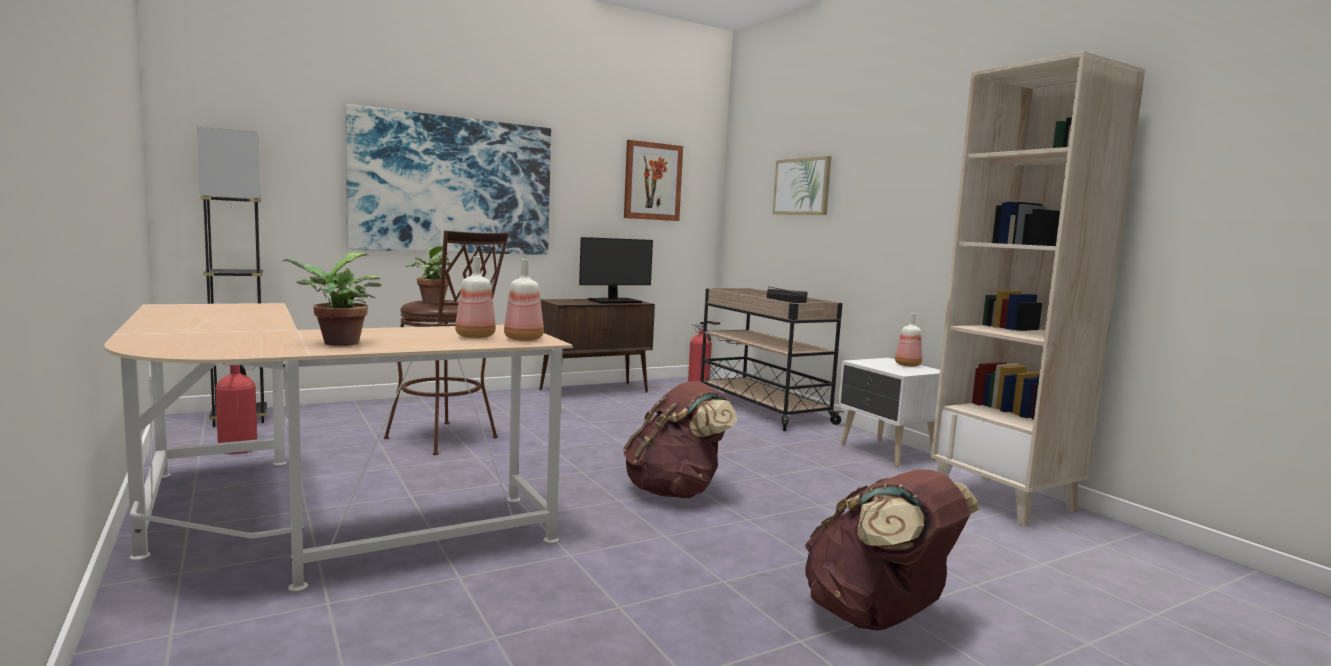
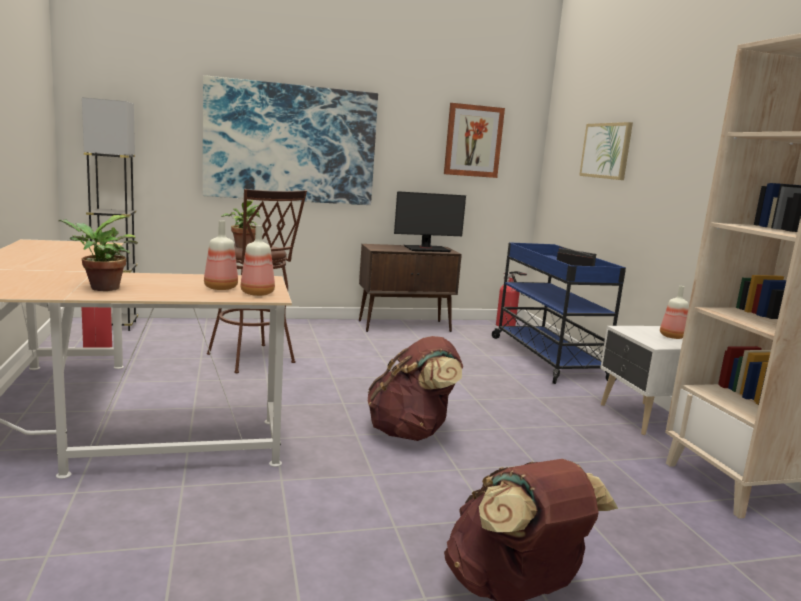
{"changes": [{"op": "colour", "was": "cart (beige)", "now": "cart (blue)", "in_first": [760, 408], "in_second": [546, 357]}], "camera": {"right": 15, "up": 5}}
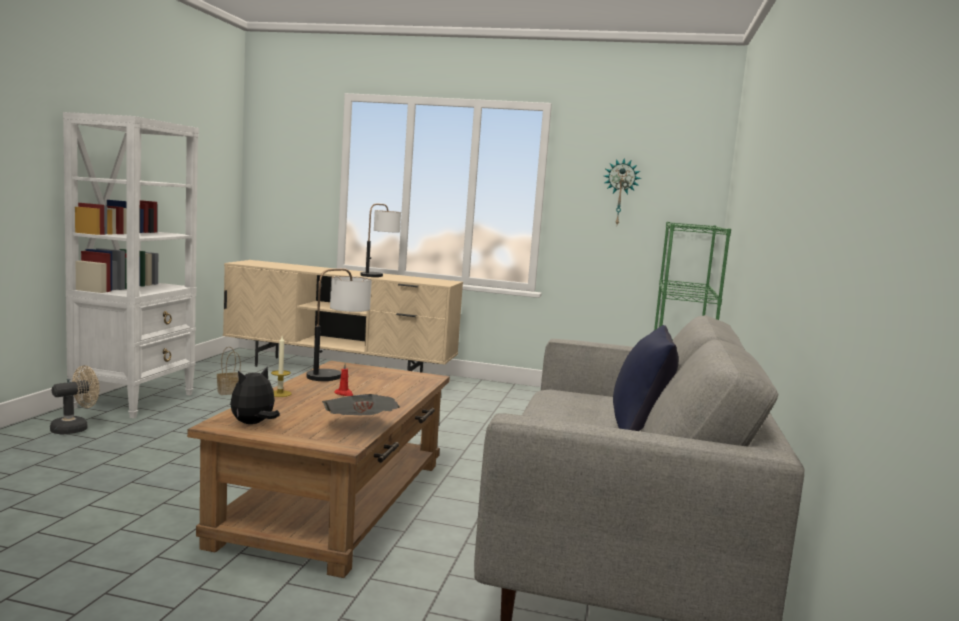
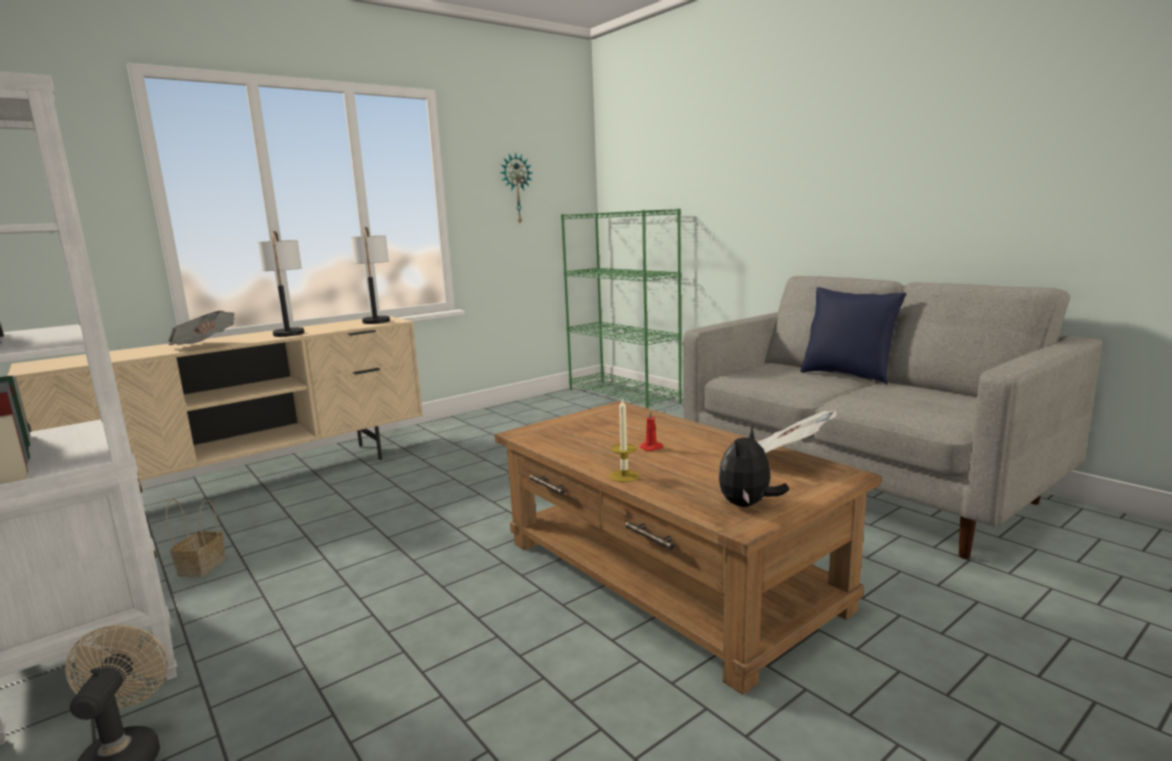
{"changes": [{"op": "relocated", "was": "table lamp", "in_first": [337, 374], "in_second": [377, 319]}, {"op": "spun", "was": "plush toy", "in_first": [253, 424], "in_second": [747, 505], "clockwise": 45}, {"op": "appeared", "now": "newspaper", "in_second": [204, 346]}], "camera": {"right": -50, "up": 5}}
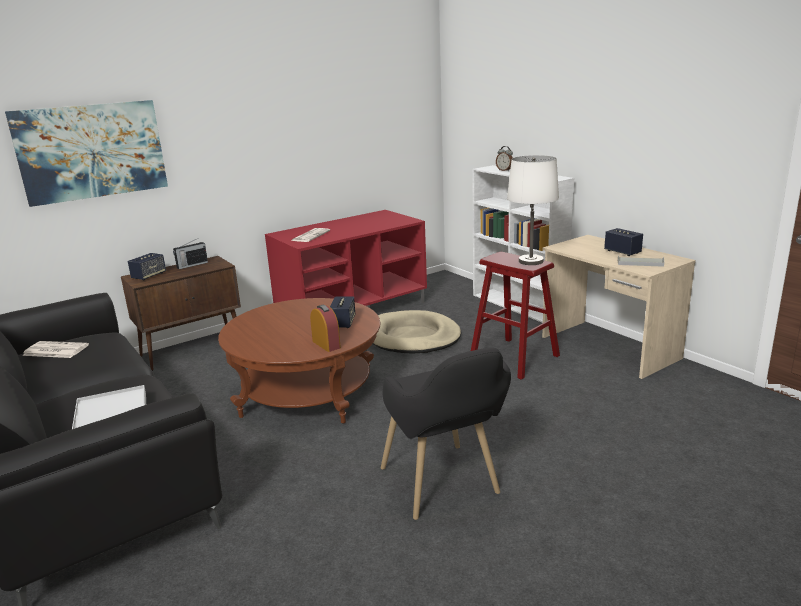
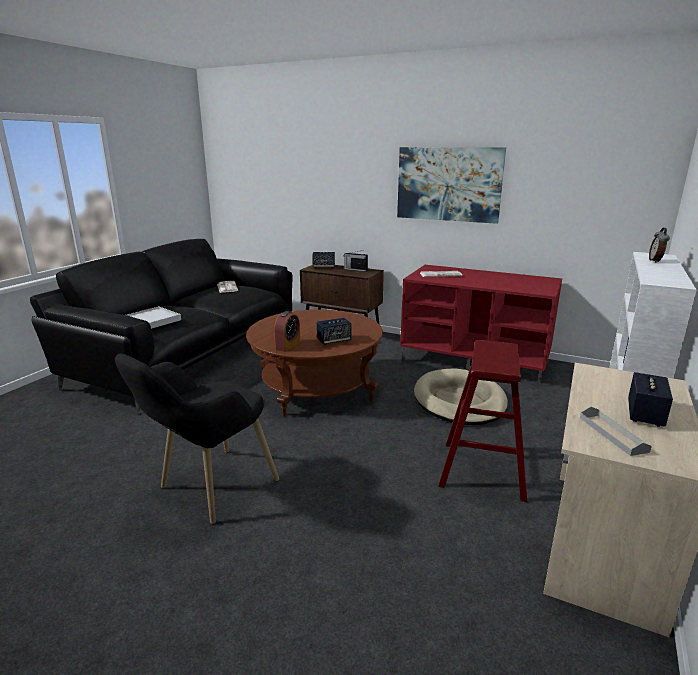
{"changes": [{"op": "relocated", "was": "picture", "in_first": [91, 151], "in_second": [448, 184]}, {"op": "missing", "was": "table lamp (white)", "in_first": [531, 261]}], "camera": {"right": 60, "up": 0}}
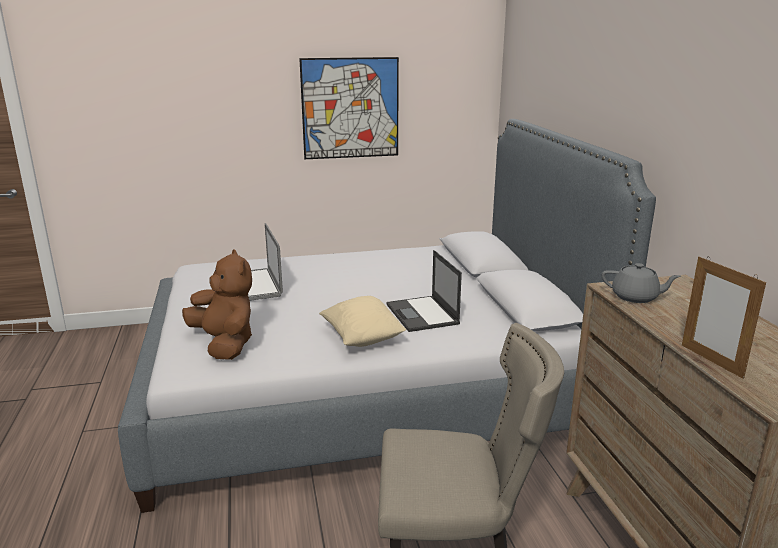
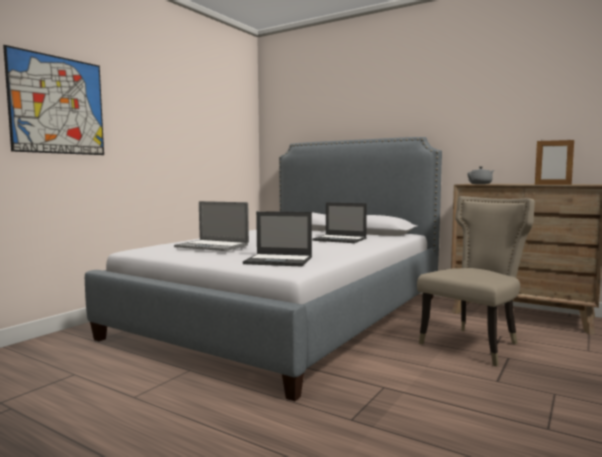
{"changes": [{"op": "relocated", "was": "picture", "in_first": [350, 108], "in_second": [58, 105]}, {"op": "exchanged", "was": "plush toy (brown)", "now": "laptop", "in_first": [225, 344], "in_second": [279, 260]}, {"op": "missing", "was": "pillow (beige)", "in_first": [362, 338]}], "camera": {"right": -45, "up": -15}}
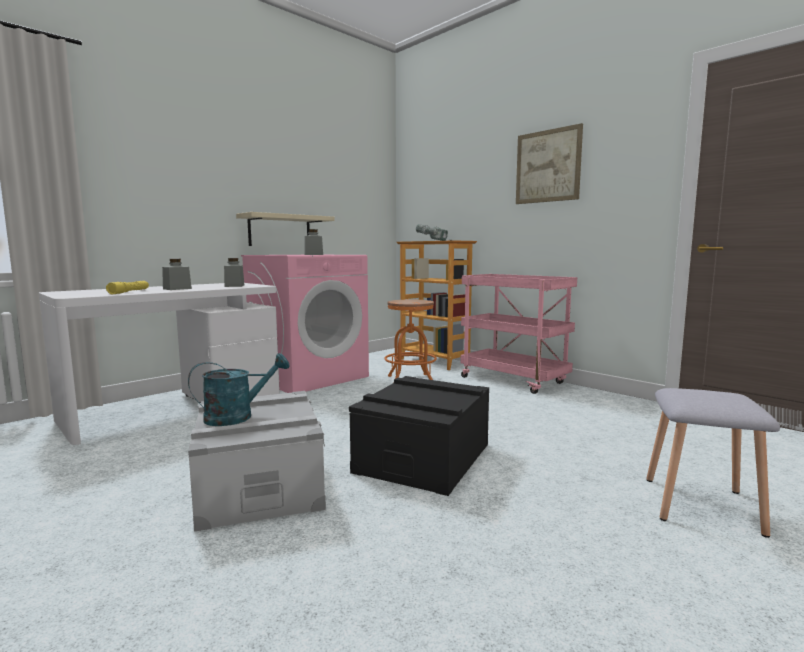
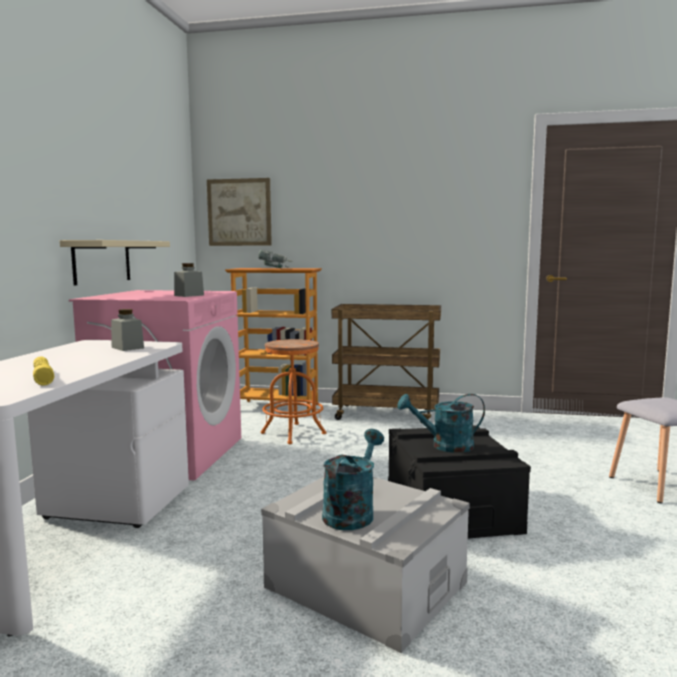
{"changes": [{"op": "relocated", "was": "picture", "in_first": [548, 166], "in_second": [239, 212]}, {"op": "missing", "was": "jar (grey)", "in_first": [177, 289]}, {"op": "colour", "was": "cart (pink)", "now": "cart (brown)", "in_first": [514, 381], "in_second": [387, 414]}, {"op": "appeared", "now": "watering can (turquoise)", "in_second": [445, 446]}], "camera": {"right": -35, "up": 0}}
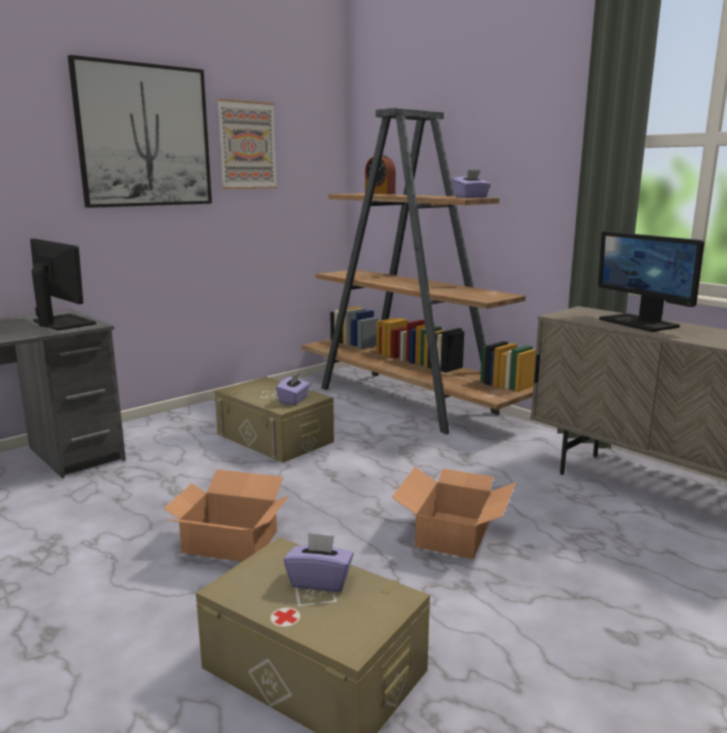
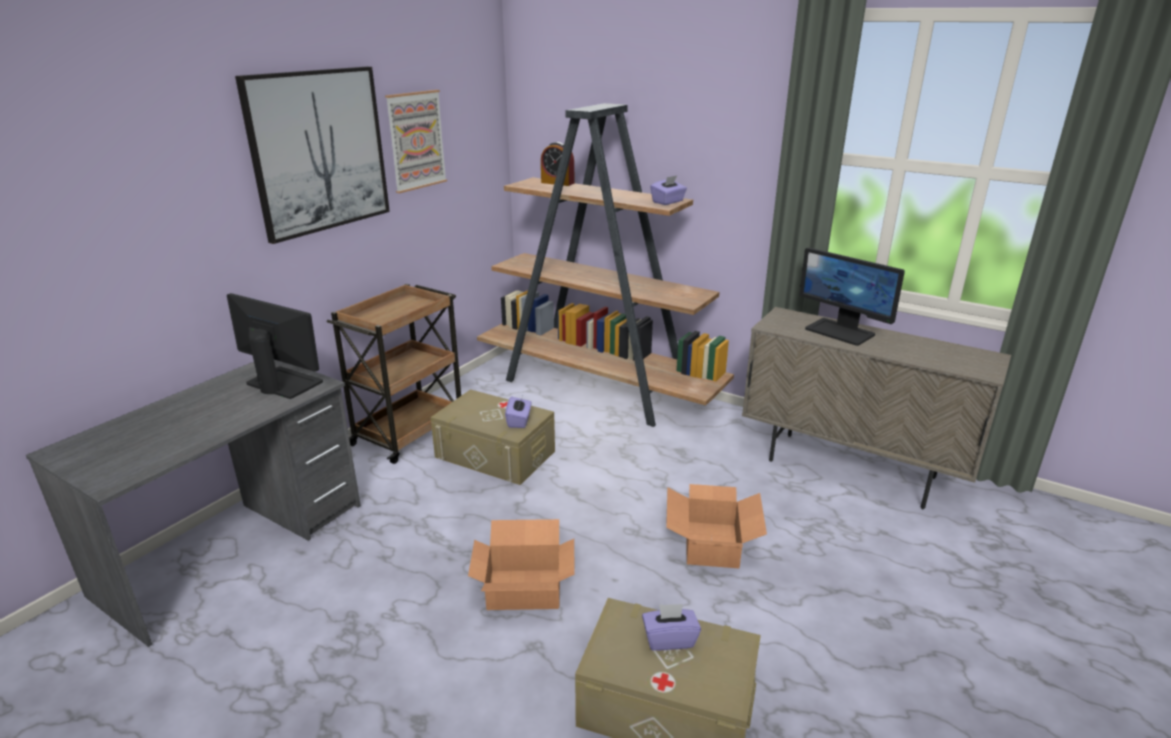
{"changes": [{"op": "appeared", "now": "cart (brown)", "in_second": [409, 431]}], "camera": {"right": -15, "up": 10}}
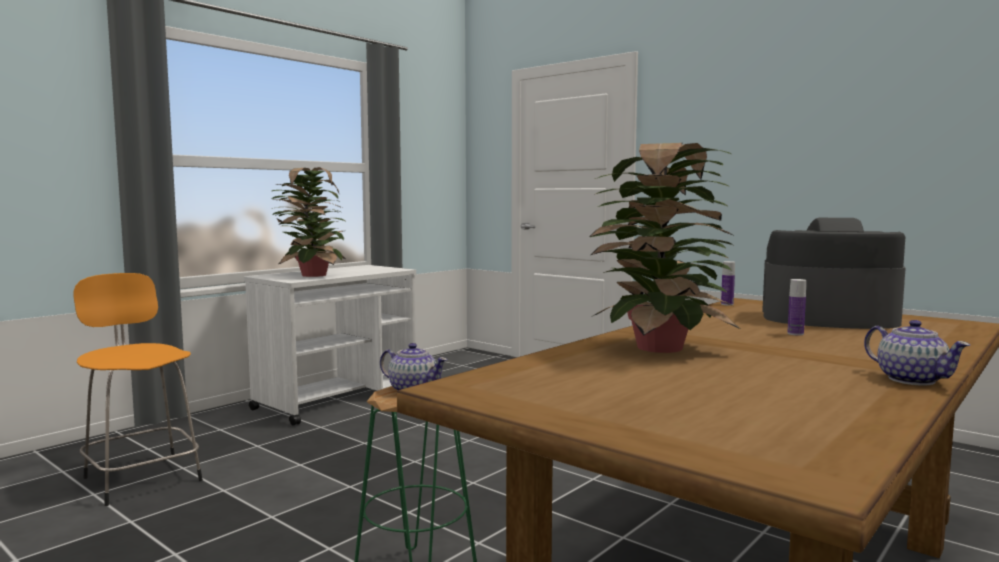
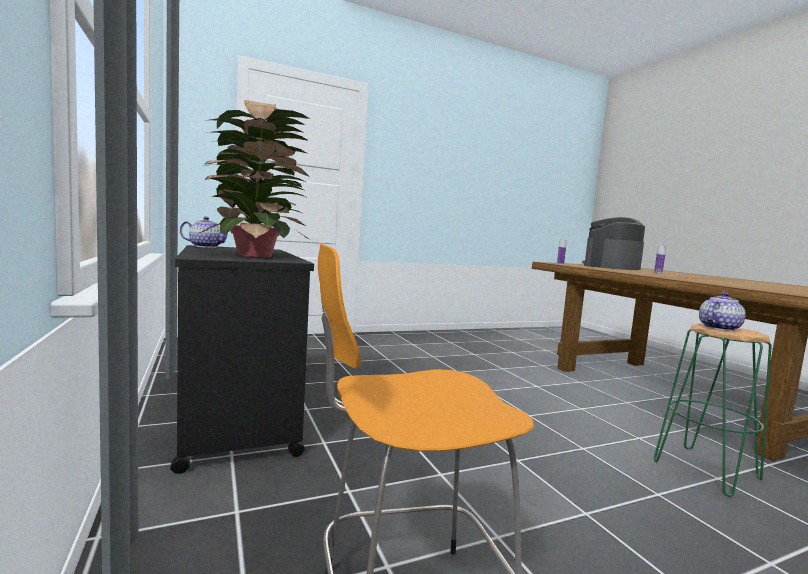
{"changes": [{"op": "missing", "was": "potted plant", "in_first": [658, 349]}, {"op": "colour", "was": "cart (white)", "now": "cart (black)", "in_first": [338, 400], "in_second": [235, 417]}, {"op": "relocated", "was": "teapot", "in_first": [911, 379], "in_second": [205, 246]}], "camera": {"right": -65, "up": 0}}
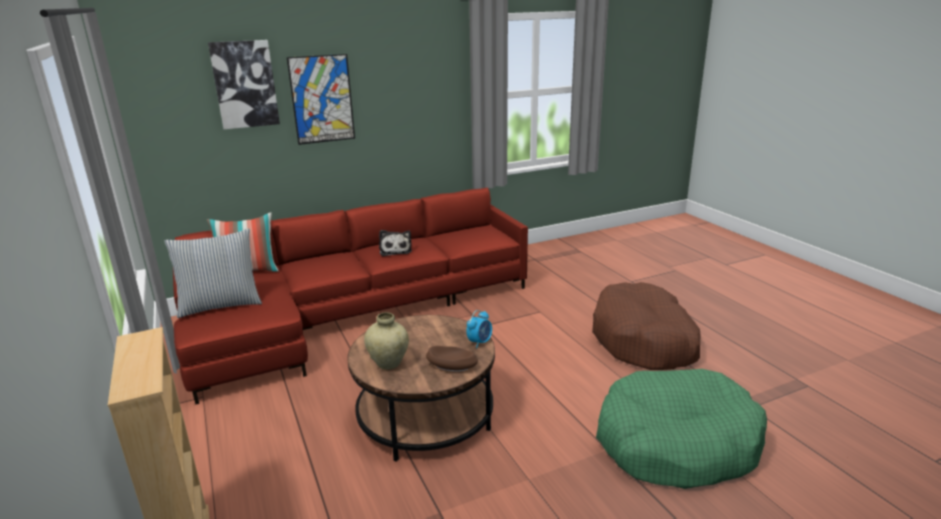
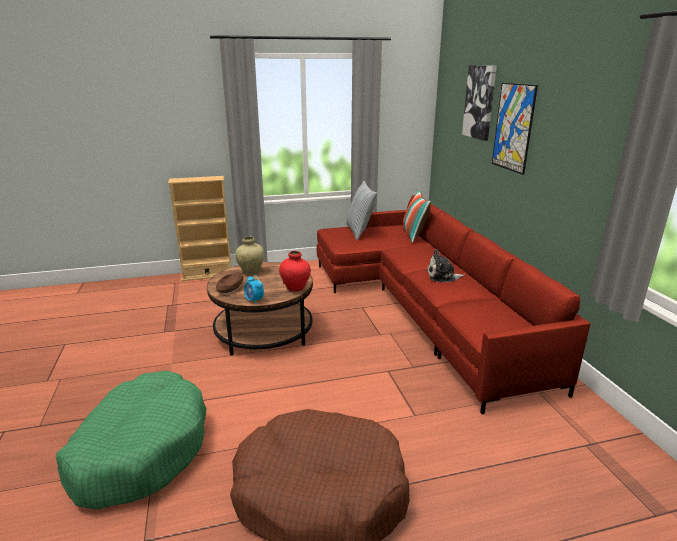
{"changes": [{"op": "appeared", "now": "vase (red)", "in_second": [295, 288]}], "camera": {"right": 100, "up": 0}}
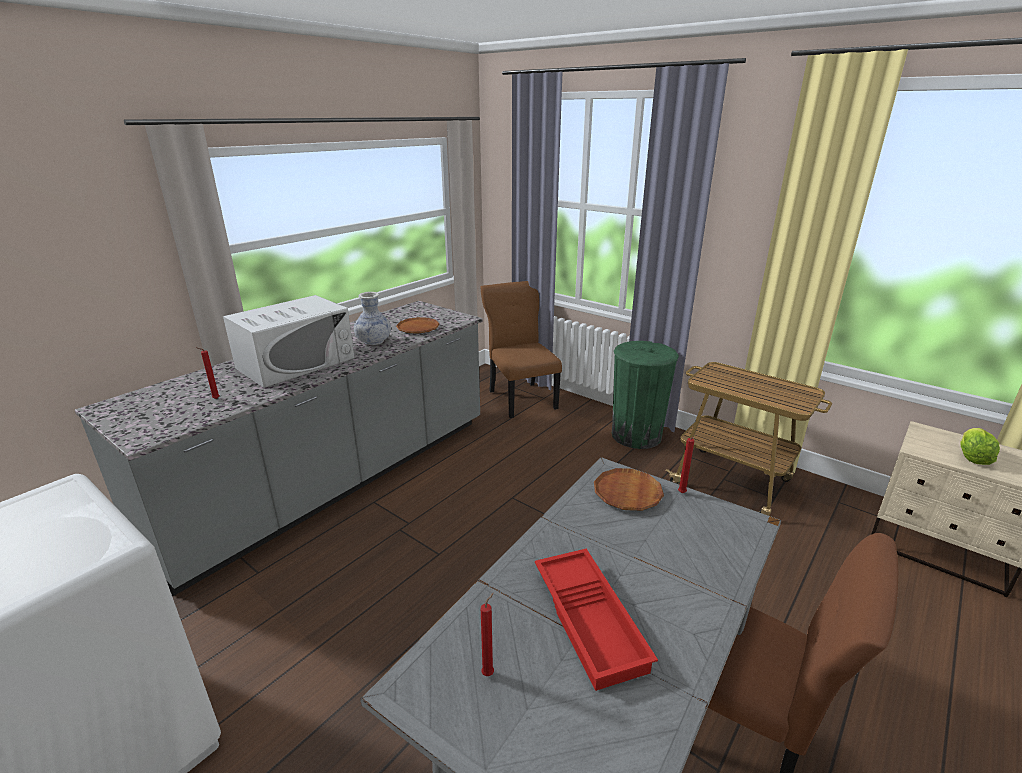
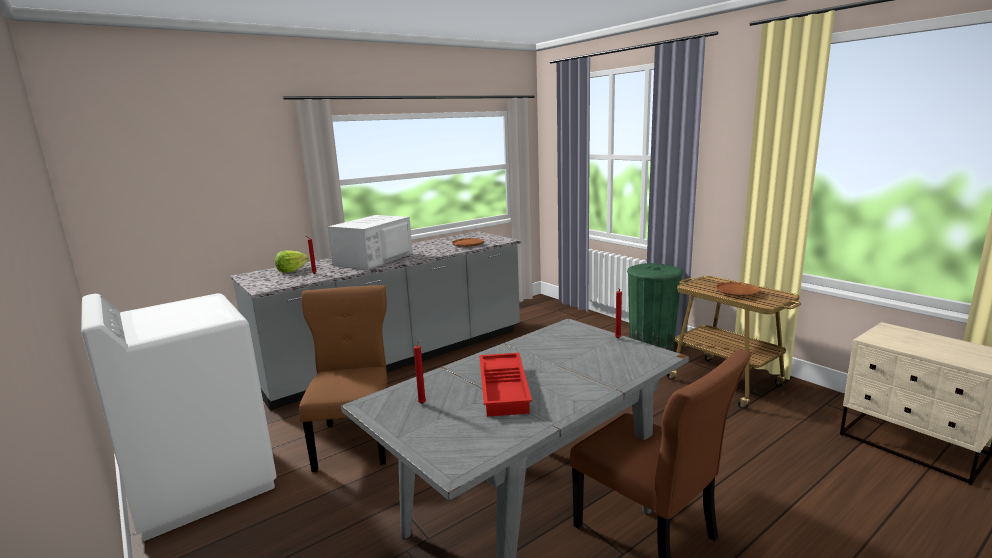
{"changes": [{"op": "relocated", "was": "chair (brown)", "in_first": [521, 398], "in_second": [356, 440]}, {"op": "missing", "was": "vase", "in_first": [374, 341]}, {"op": "spun", "was": "microwave (white)", "in_first": [296, 363], "in_second": [373, 259], "clockwise": 150}, {"op": "relocated", "was": "lettuce", "in_first": [972, 457], "in_second": [291, 270]}, {"op": "relocated", "was": "plate (brown)", "in_first": [627, 493], "in_second": [737, 292]}], "camera": {"right": 15, "up": -10}}
